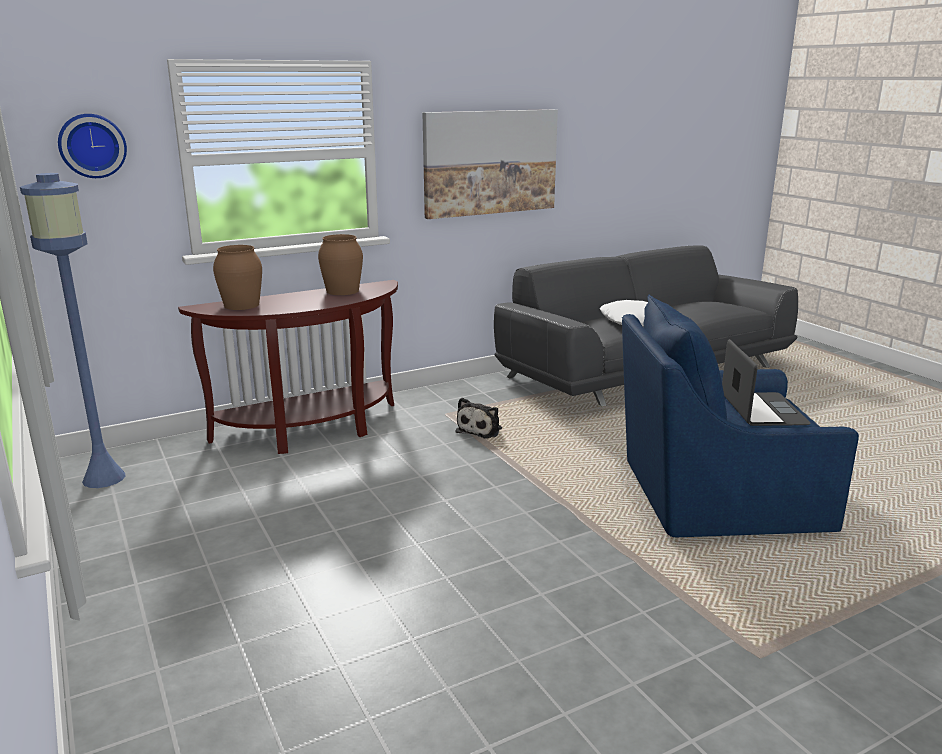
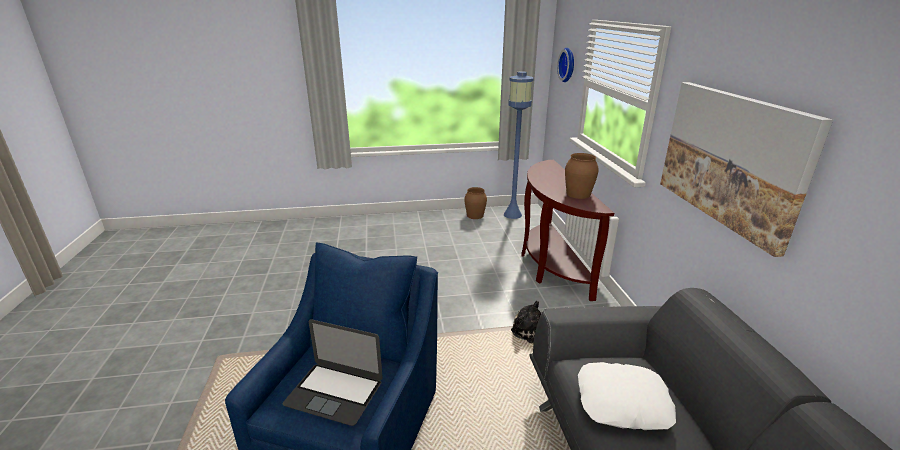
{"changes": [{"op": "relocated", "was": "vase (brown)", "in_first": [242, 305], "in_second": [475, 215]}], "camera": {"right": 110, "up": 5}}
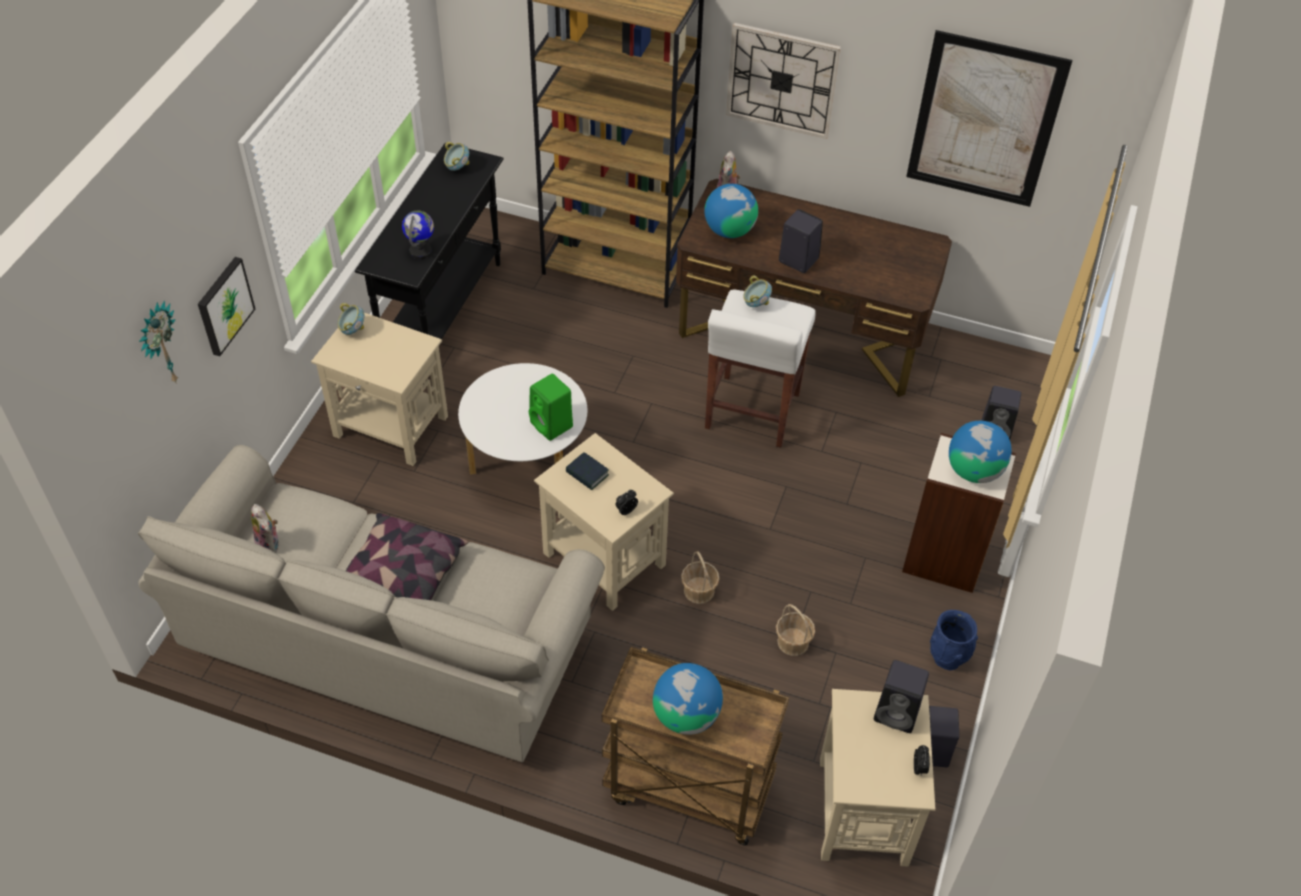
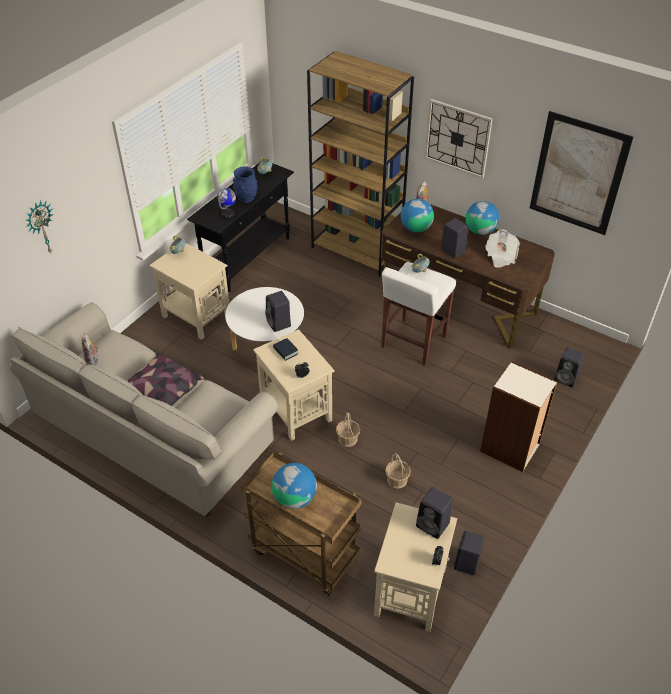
{"changes": [{"op": "missing", "was": "picture", "in_first": [224, 305]}, {"op": "colour", "was": "speaker (green)", "now": "speaker (black)", "in_first": [552, 425], "in_second": [279, 324]}, {"op": "relocated", "was": "globe", "in_first": [973, 470], "in_second": [480, 231]}, {"op": "relocated", "was": "vase (blue)", "in_first": [948, 657], "in_second": [246, 198]}, {"op": "appeared", "now": "newspaper", "in_second": [500, 256]}], "camera": {"right": 15, "up": -5}}
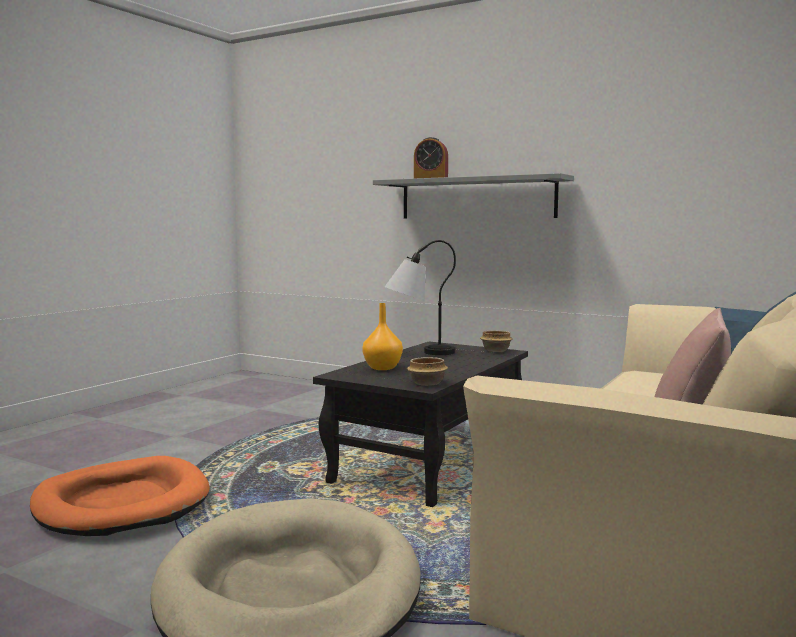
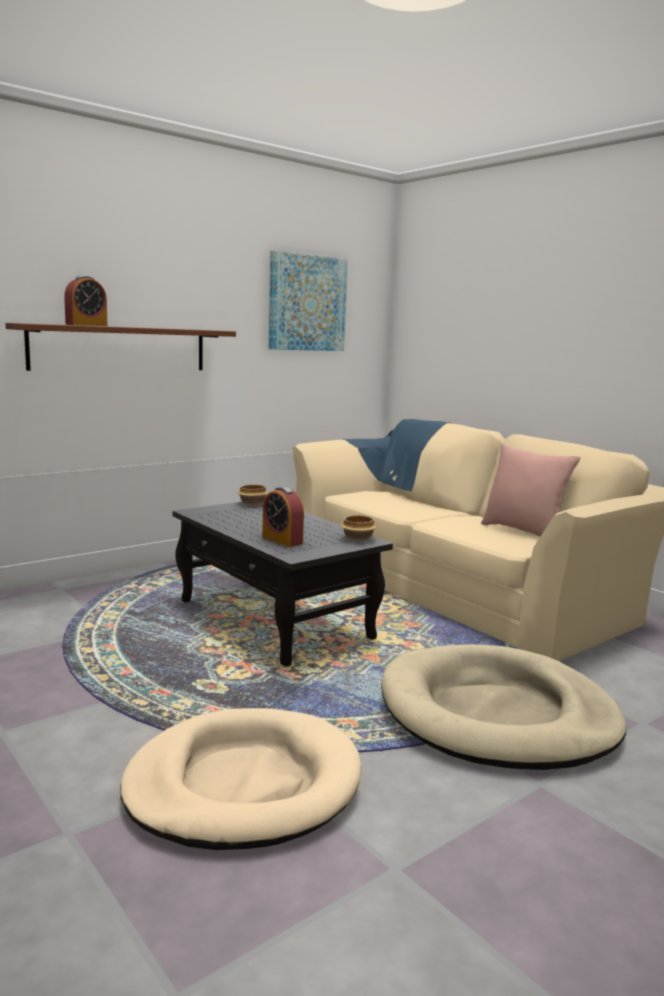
{"changes": [{"op": "colour", "was": "shelf (grey)", "now": "shelf (brown)", "in_first": [476, 198], "in_second": [120, 348]}, {"op": "missing", "was": "table lamp", "in_first": [418, 353]}, {"op": "exchanged", "was": "vase (orange)", "now": "alarm clock", "in_first": [382, 368], "in_second": [282, 540]}, {"op": "colour", "was": "dog bed (orange)", "now": "dog bed (beige)", "in_first": [122, 503], "in_second": [243, 784]}, {"op": "appeared", "now": "picture", "in_second": [307, 303]}], "camera": {"right": -70, "up": 5}}
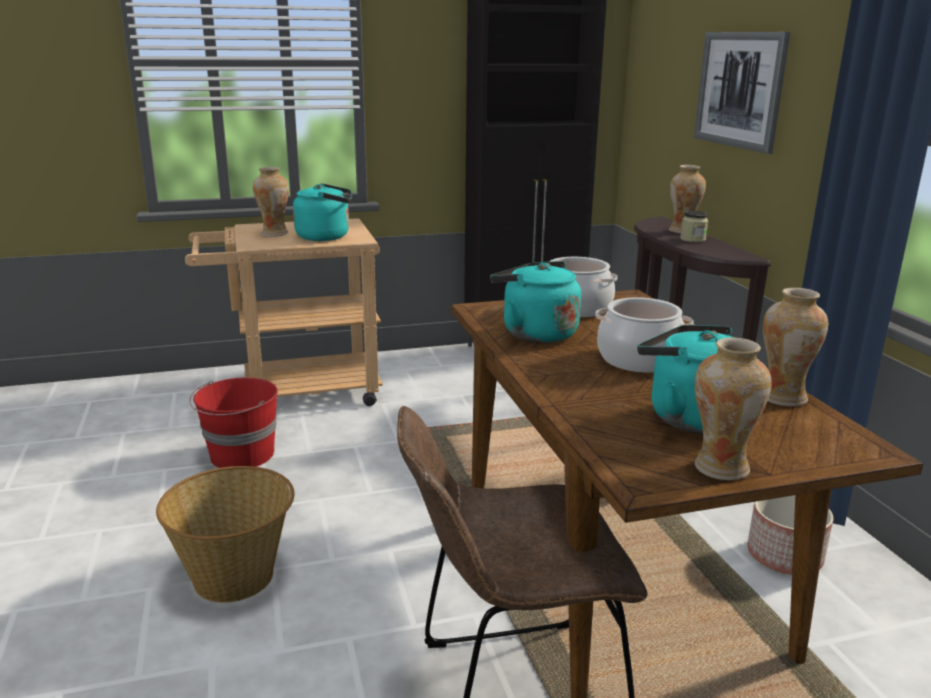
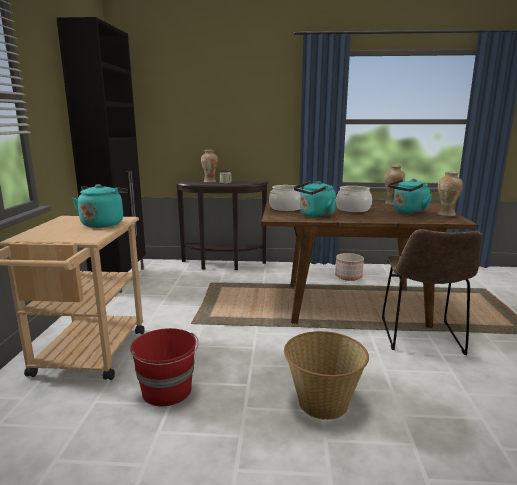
{"changes": [{"op": "missing", "was": "picture", "in_first": [740, 90]}, {"op": "missing", "was": "vase", "in_first": [274, 234]}], "camera": {"right": -70, "up": -5}}
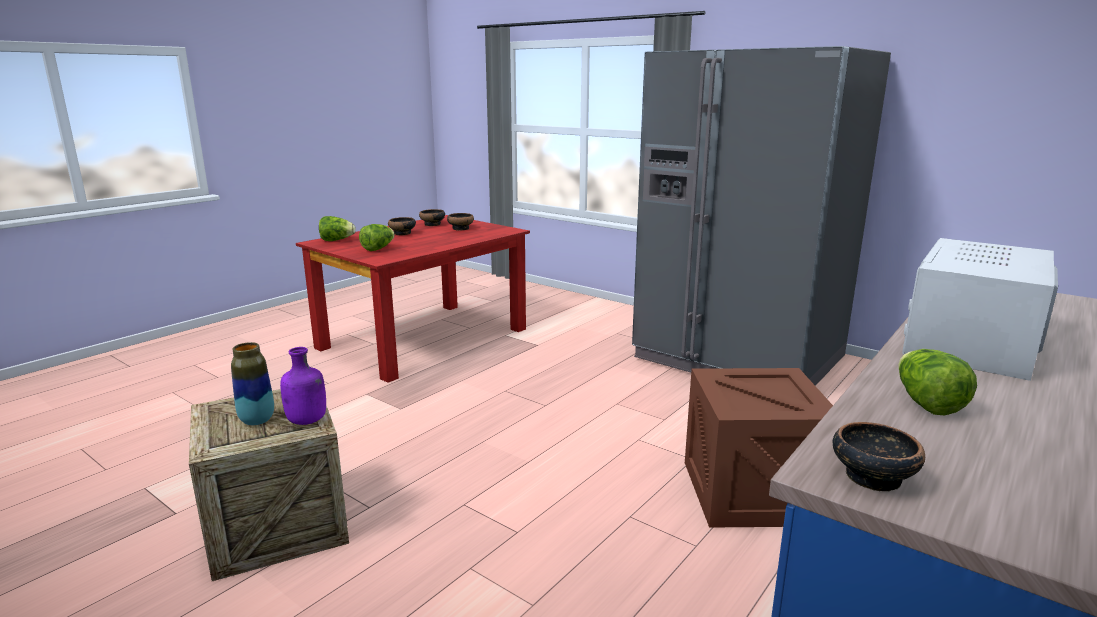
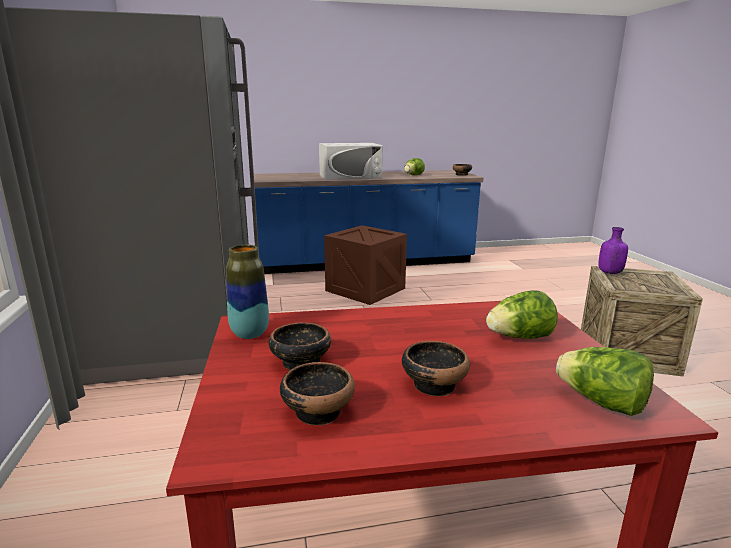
{"changes": [{"op": "relocated", "was": "vase", "in_first": [257, 420], "in_second": [249, 333]}], "camera": {"right": -140, "up": 0}}
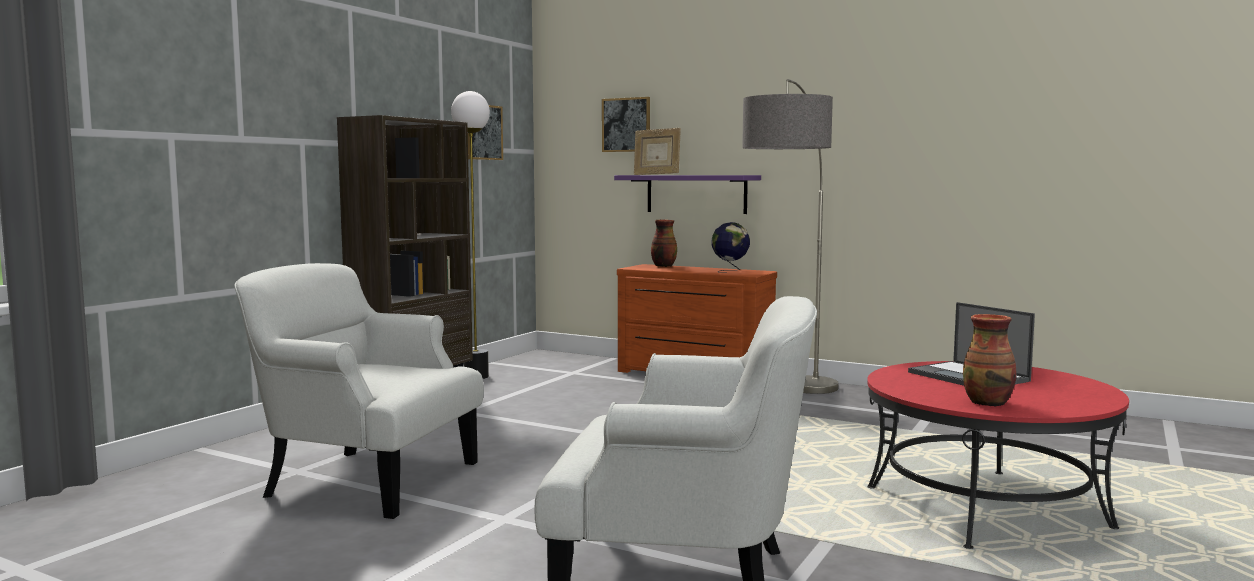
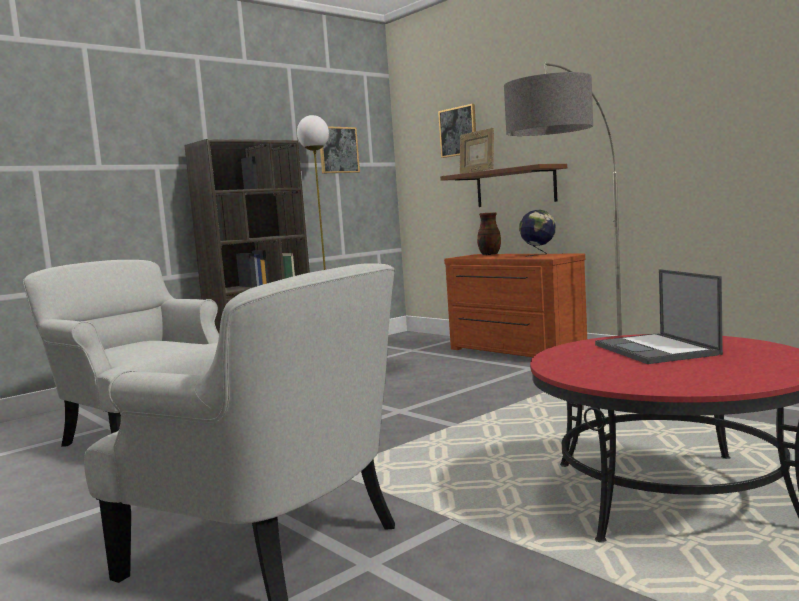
{"changes": [{"op": "colour", "was": "shelf (purple)", "now": "shelf (brown)", "in_first": [696, 194], "in_second": [515, 187]}, {"op": "missing", "was": "vase", "in_first": [988, 403]}], "camera": {"right": 20, "up": 0}}
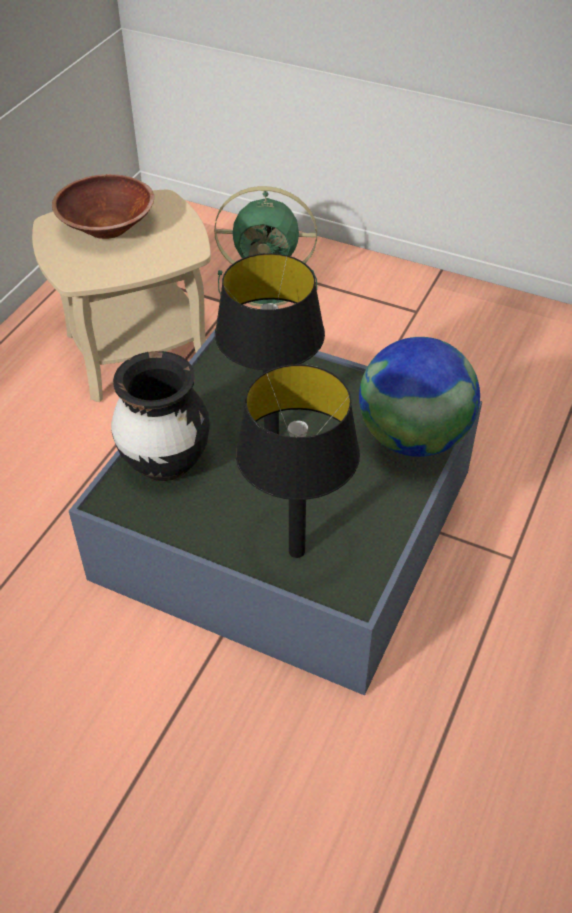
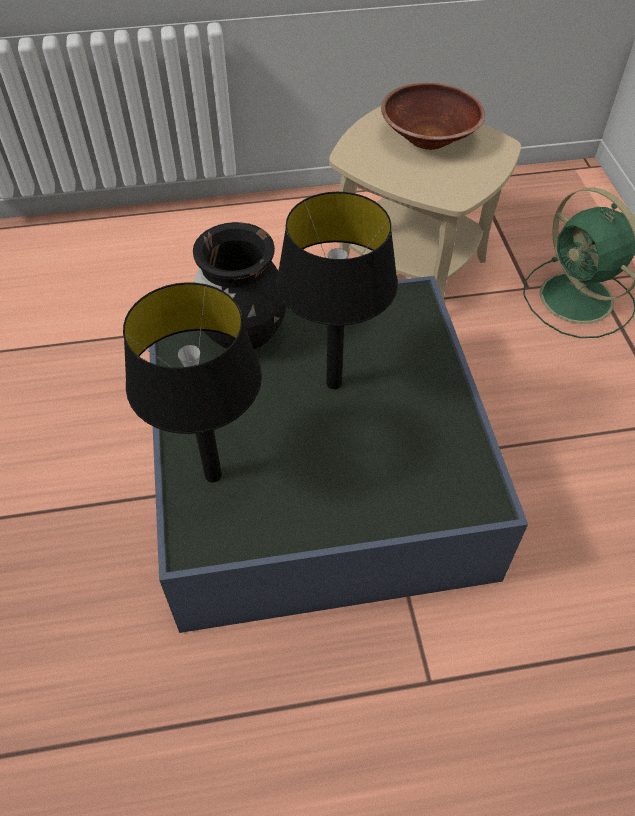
{"changes": [{"op": "missing", "was": "globe", "in_first": [413, 438]}], "camera": {"right": 55, "up": 5}}
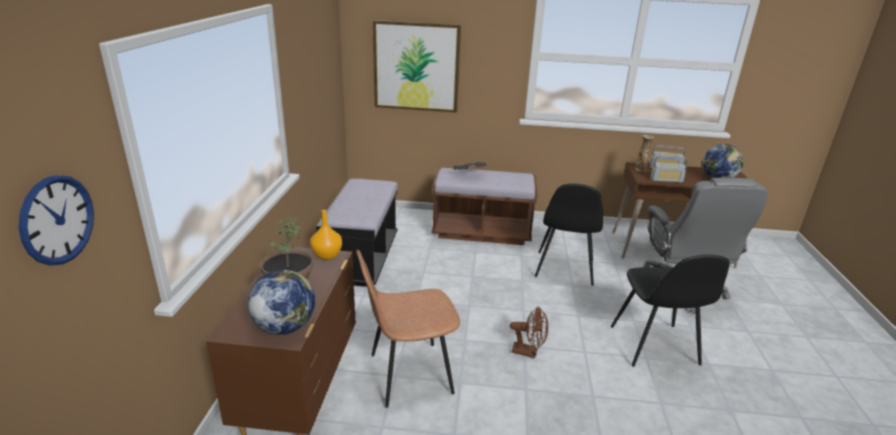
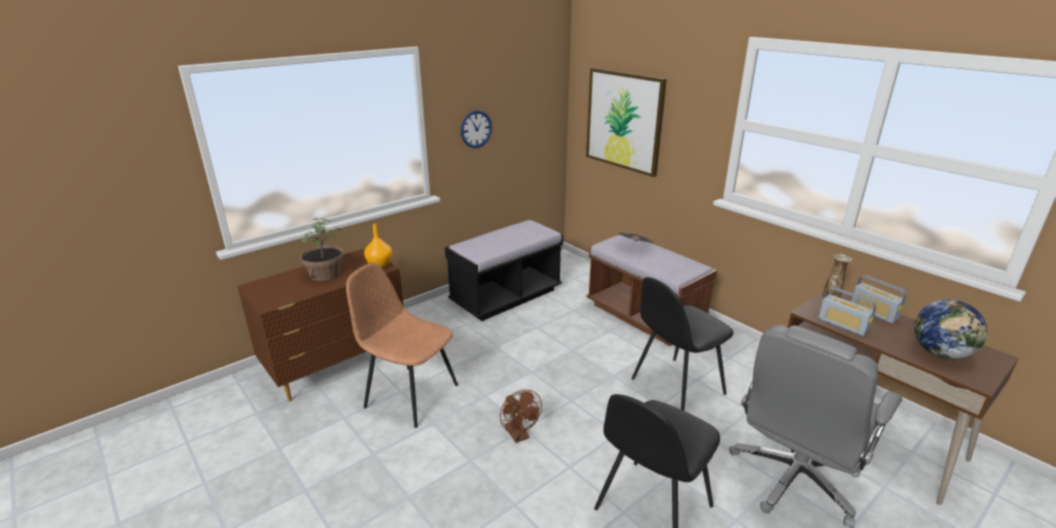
{"changes": [{"op": "relocated", "was": "wall clock", "in_first": [57, 220], "in_second": [476, 129]}, {"op": "missing", "was": "globe", "in_first": [285, 327]}], "camera": {"right": 45, "up": 0}}
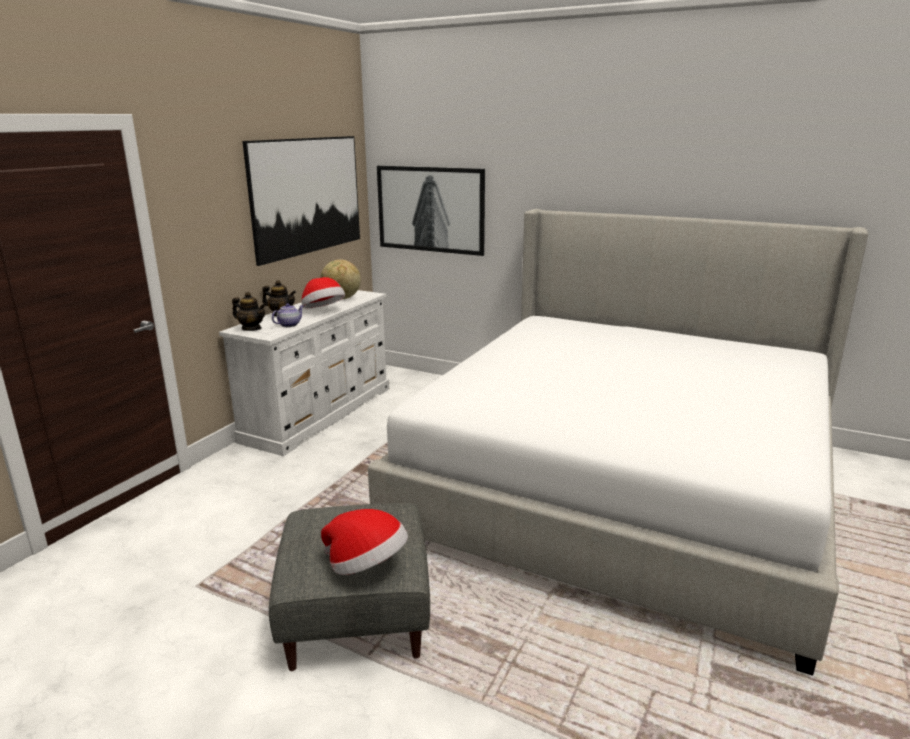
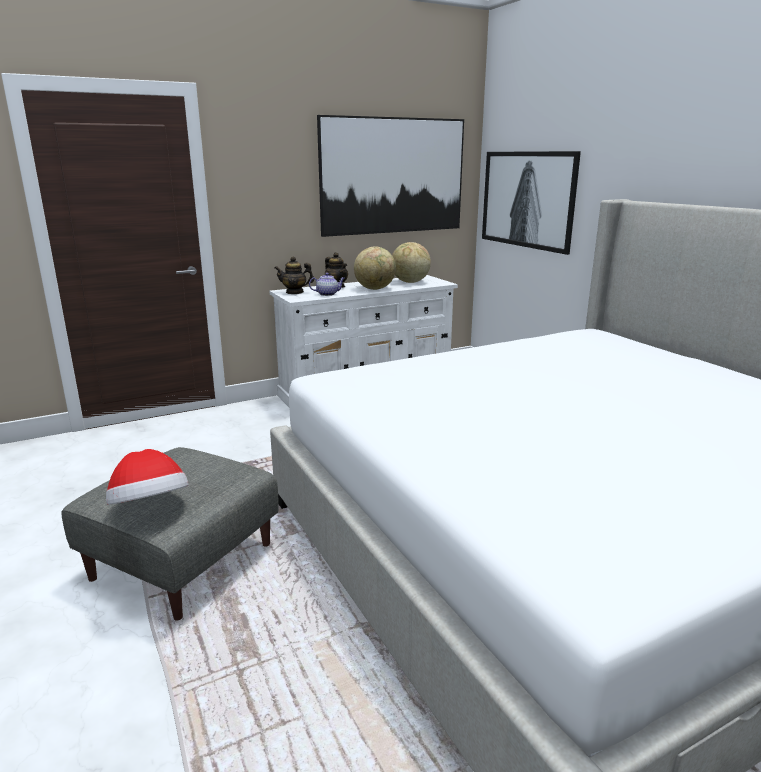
{"changes": [{"op": "exchanged", "was": "hat", "now": "globe", "in_first": [323, 311], "in_second": [375, 289]}, {"op": "spun", "was": "teapot", "in_first": [251, 328], "in_second": [295, 292], "clockwise": 120}], "camera": {"right": 35, "up": 0}}
